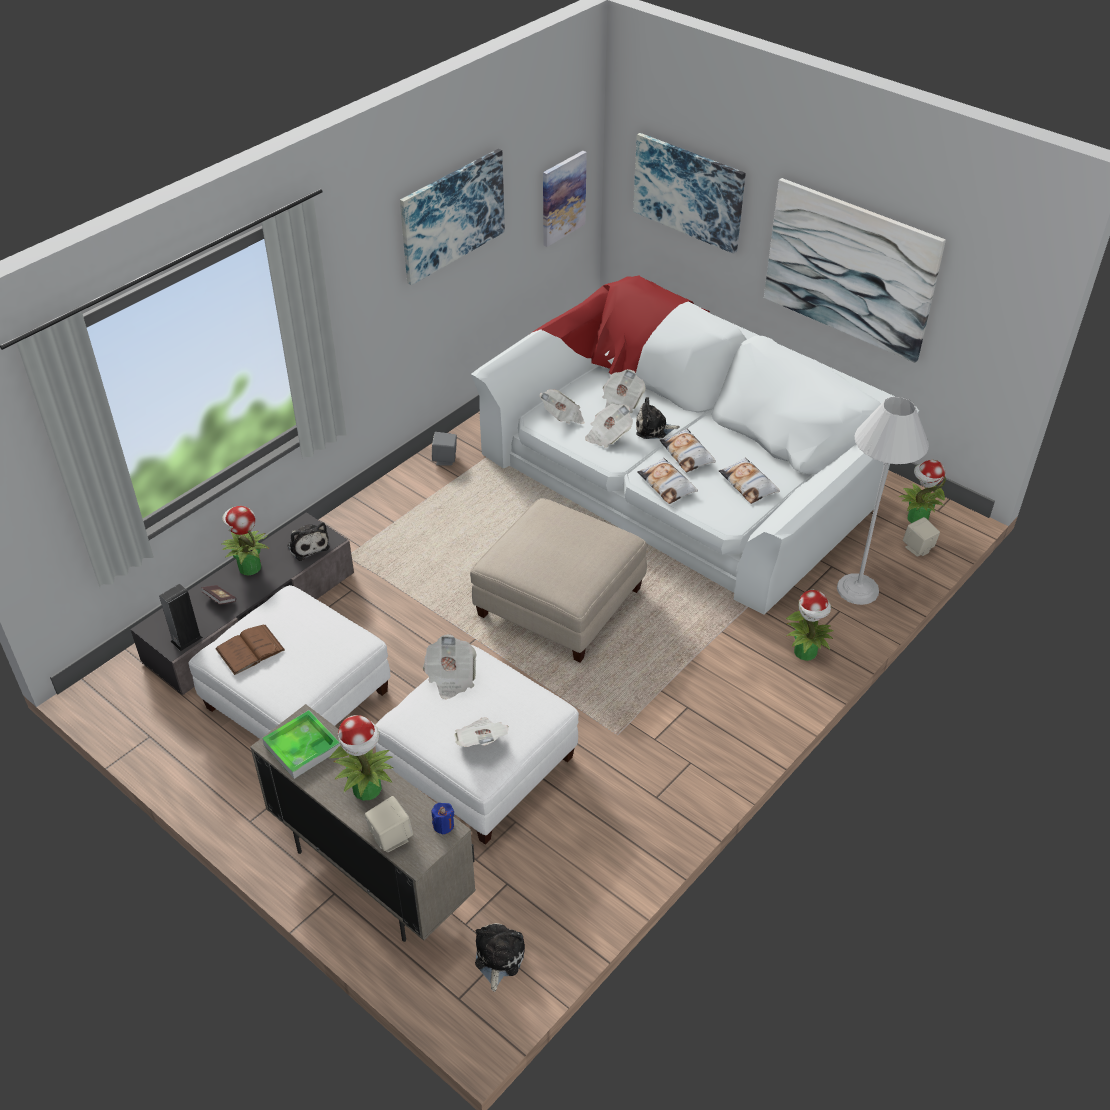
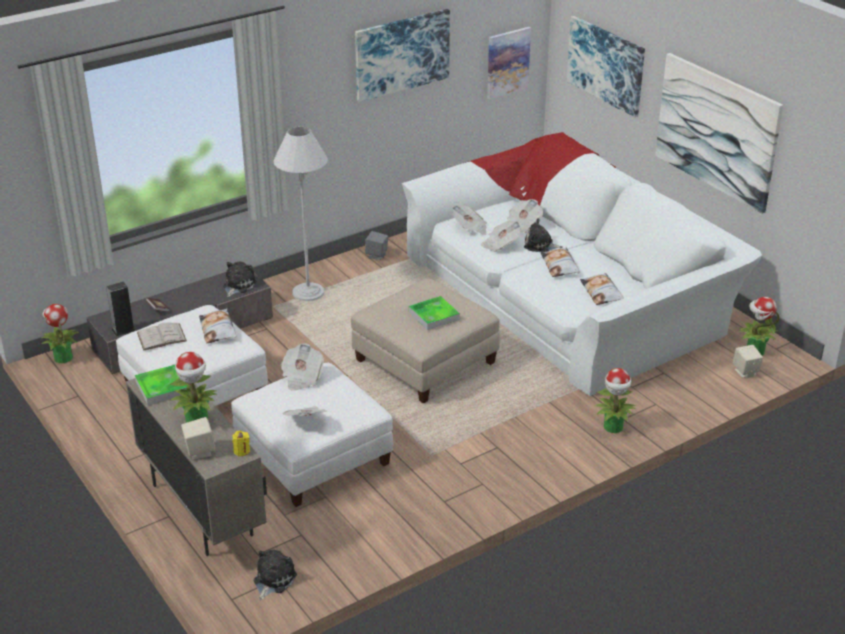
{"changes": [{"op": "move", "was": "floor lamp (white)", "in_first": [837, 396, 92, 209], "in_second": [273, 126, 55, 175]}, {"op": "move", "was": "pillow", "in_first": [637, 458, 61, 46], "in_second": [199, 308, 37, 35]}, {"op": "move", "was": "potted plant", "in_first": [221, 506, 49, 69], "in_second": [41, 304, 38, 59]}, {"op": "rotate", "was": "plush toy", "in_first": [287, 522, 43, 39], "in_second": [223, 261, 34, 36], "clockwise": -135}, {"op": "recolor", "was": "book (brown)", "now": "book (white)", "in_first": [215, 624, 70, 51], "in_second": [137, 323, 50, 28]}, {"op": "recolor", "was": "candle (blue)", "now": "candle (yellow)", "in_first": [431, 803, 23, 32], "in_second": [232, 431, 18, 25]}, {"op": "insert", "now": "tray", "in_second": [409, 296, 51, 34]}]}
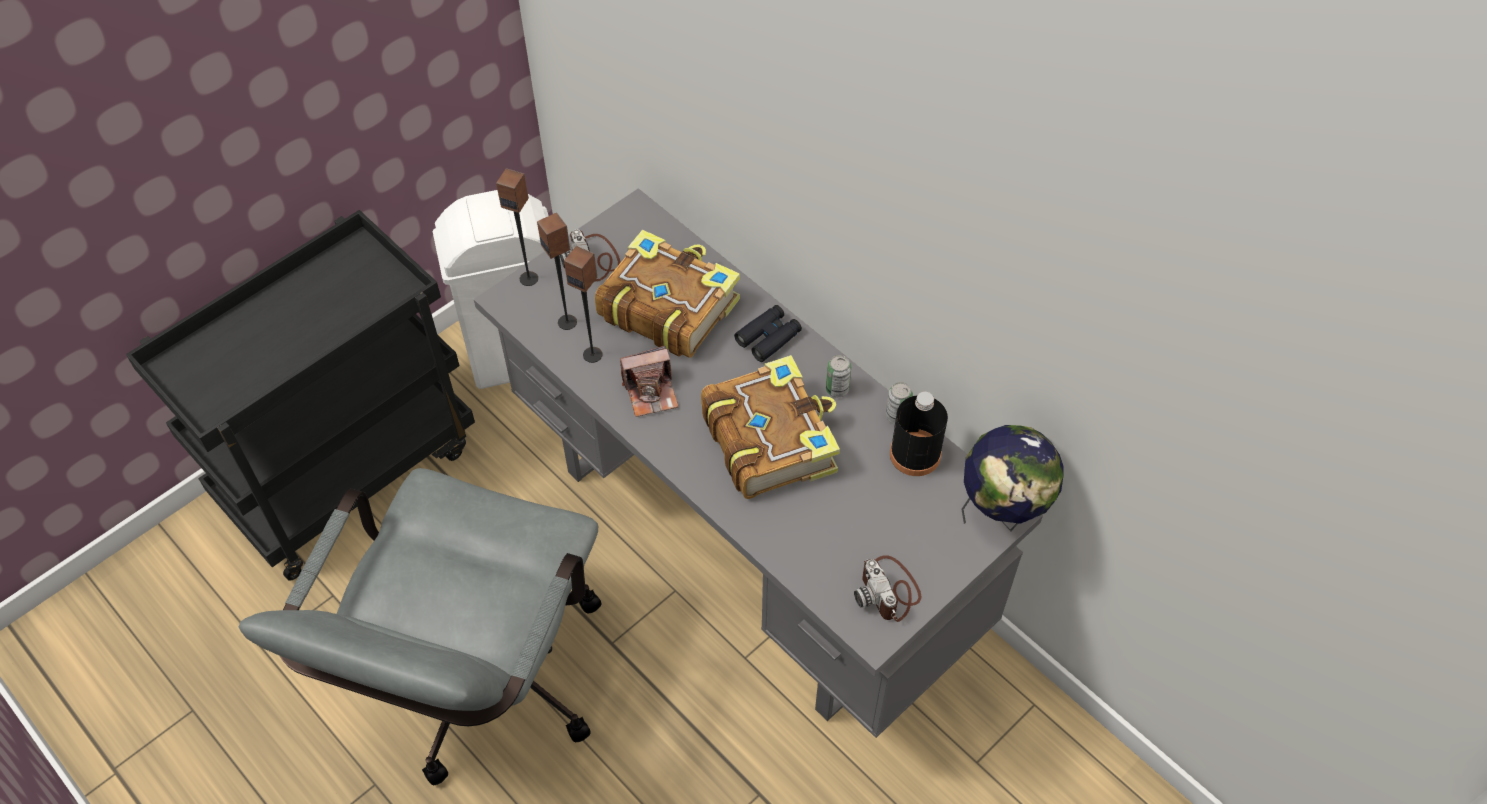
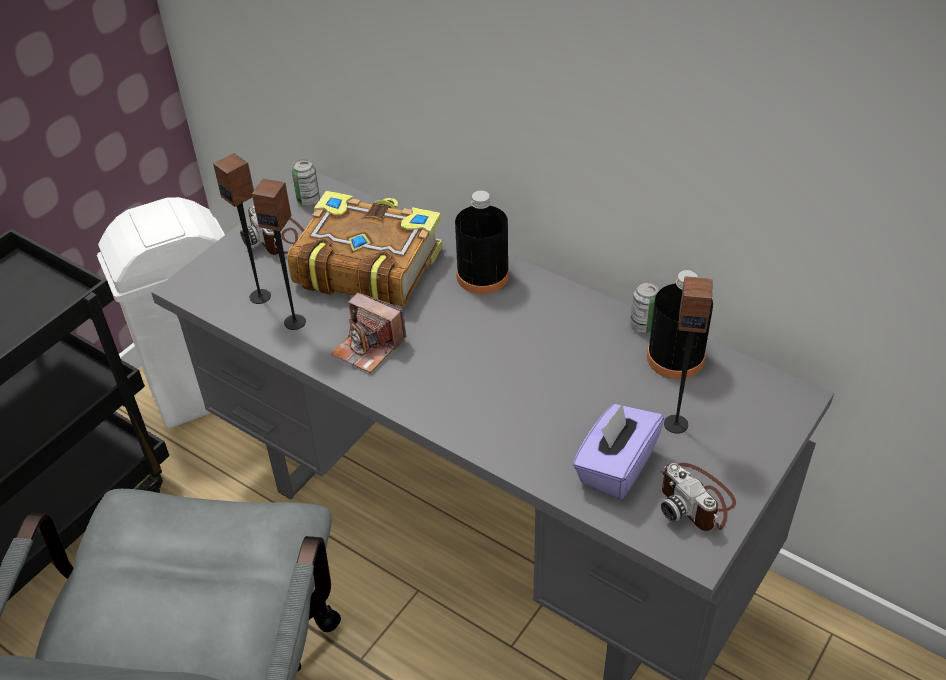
{"changes": [{"op": "move", "was": "speaker", "in_first": [496, 168, 42, 118], "in_second": [664, 276, 49, 158]}, {"op": "replace", "was": "binoculars (black)", "now": "bottle (black)", "in_first": [734, 305, 68, 57], "in_second": [455, 191, 54, 103]}, {"op": "rotate", "was": "photo camera", "in_first": [620, 346, 59, 71], "in_second": [331, 293, 75, 80], "clockwise": 60}, {"op": "delete", "was": "book", "in_first": [701, 355, 139, 144]}, {"op": "move", "was": "can", "in_first": [826, 355, 25, 42], "in_second": [292, 159, 28, 47]}, {"op": "delete", "was": "globe", "in_first": [961, 425, 103, 106]}, {"op": "insert", "now": "tissue box (purple)", "in_second": [573, 404, 91, 96]}]}
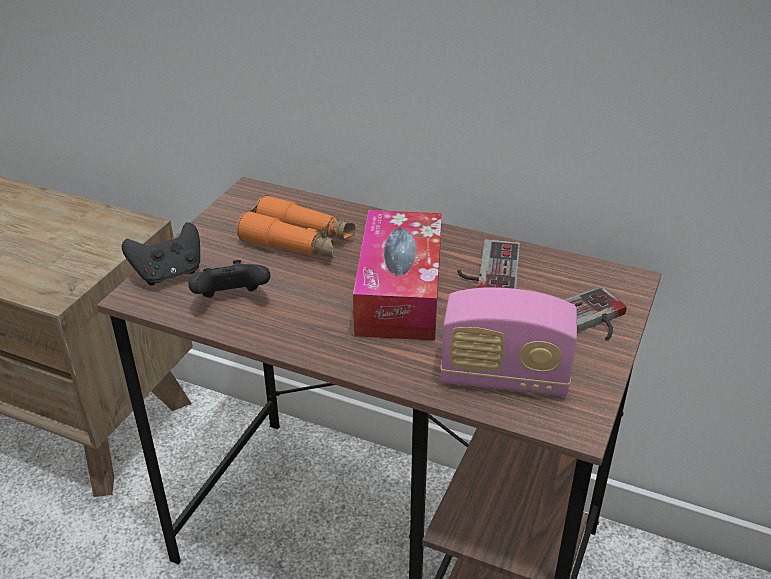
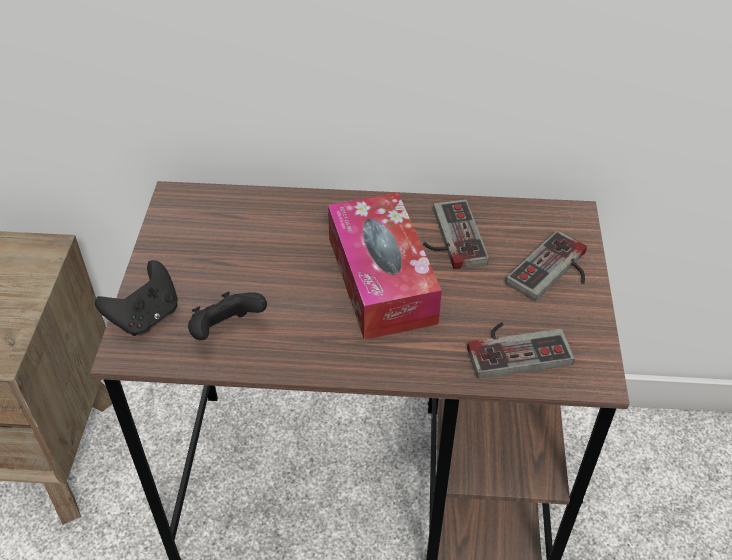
{"changes": [{"op": "delete", "was": "binoculars (orange)", "in_first": [237, 195, 118, 63]}, {"op": "replace", "was": "radio", "now": "game controller", "in_first": [440, 287, 137, 110], "in_second": [467, 322, 107, 57]}]}
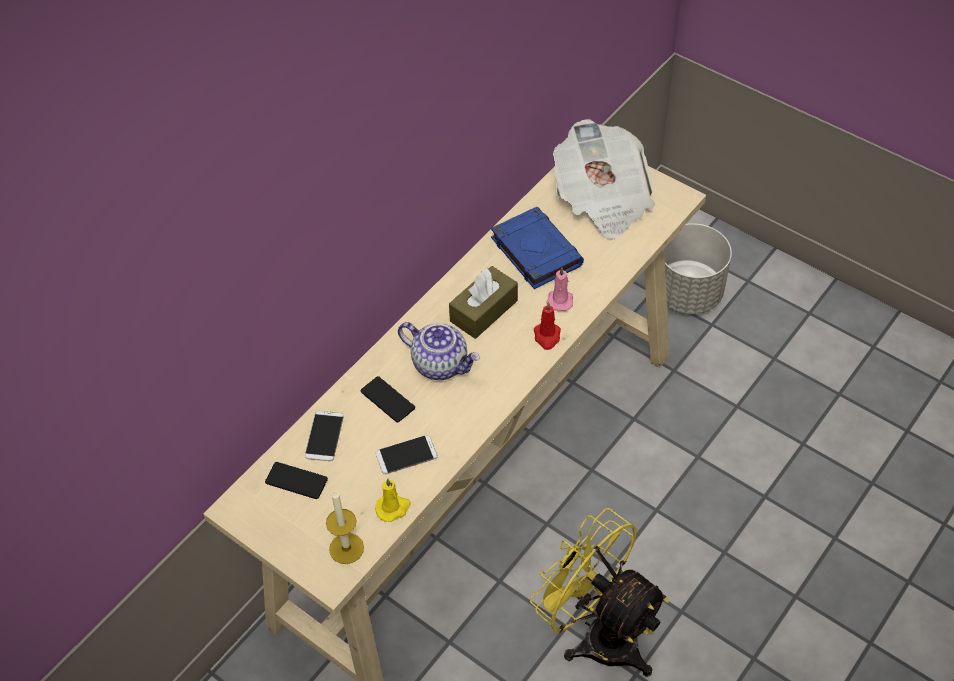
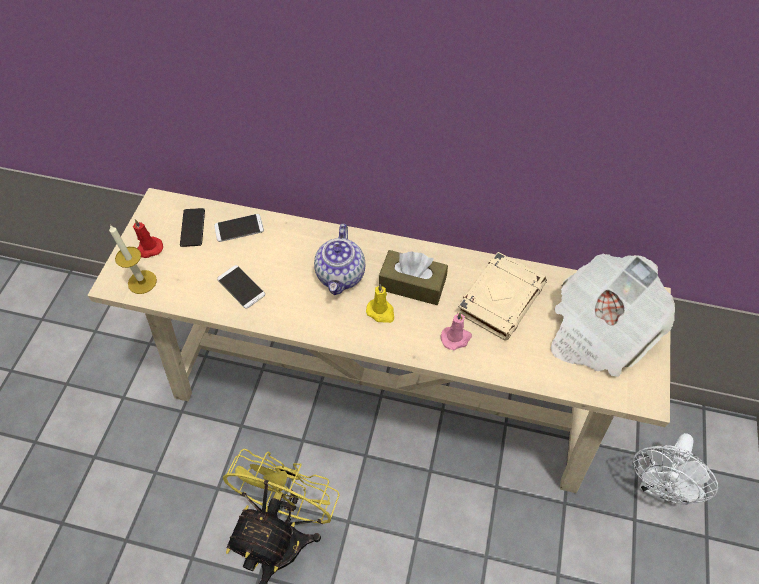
{"changes": [{"op": "recolor", "was": "book (blue)", "now": "book (beige)", "in_first": [491, 207, 93, 82], "in_second": [457, 252, 90, 89]}, {"op": "replace", "was": "planter (grey)", "now": "fan (white)", "in_first": [664, 223, 68, 91], "in_second": [633, 433, 85, 72]}, {"op": "move", "was": "candle (red)", "in_first": [534, 302, 27, 48], "in_second": [133, 219, 30, 39]}, {"op": "delete", "was": "phone", "in_first": [360, 376, 55, 46]}, {"op": "move", "was": "candle (yellow)", "in_first": [375, 478, 36, 44], "in_second": [366, 284, 28, 39]}]}
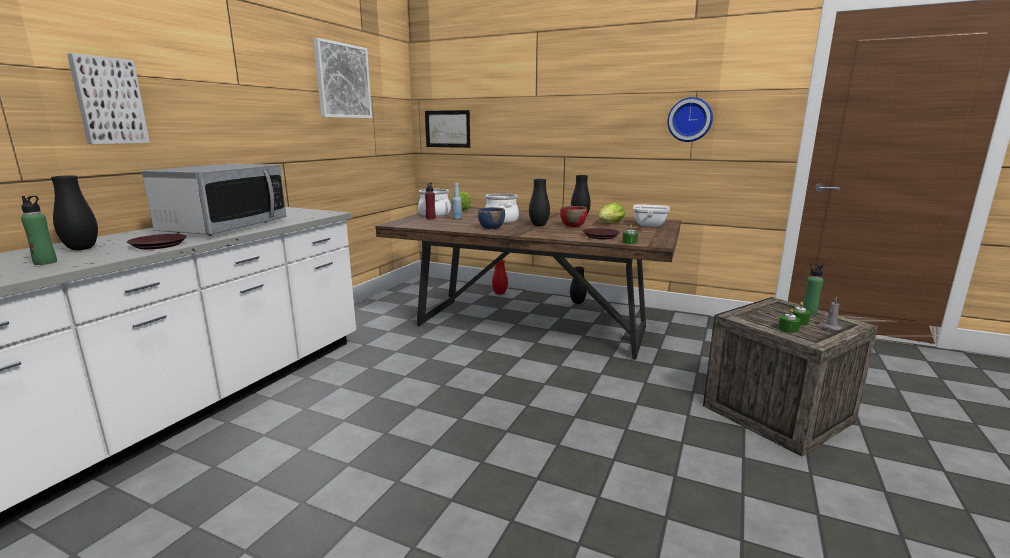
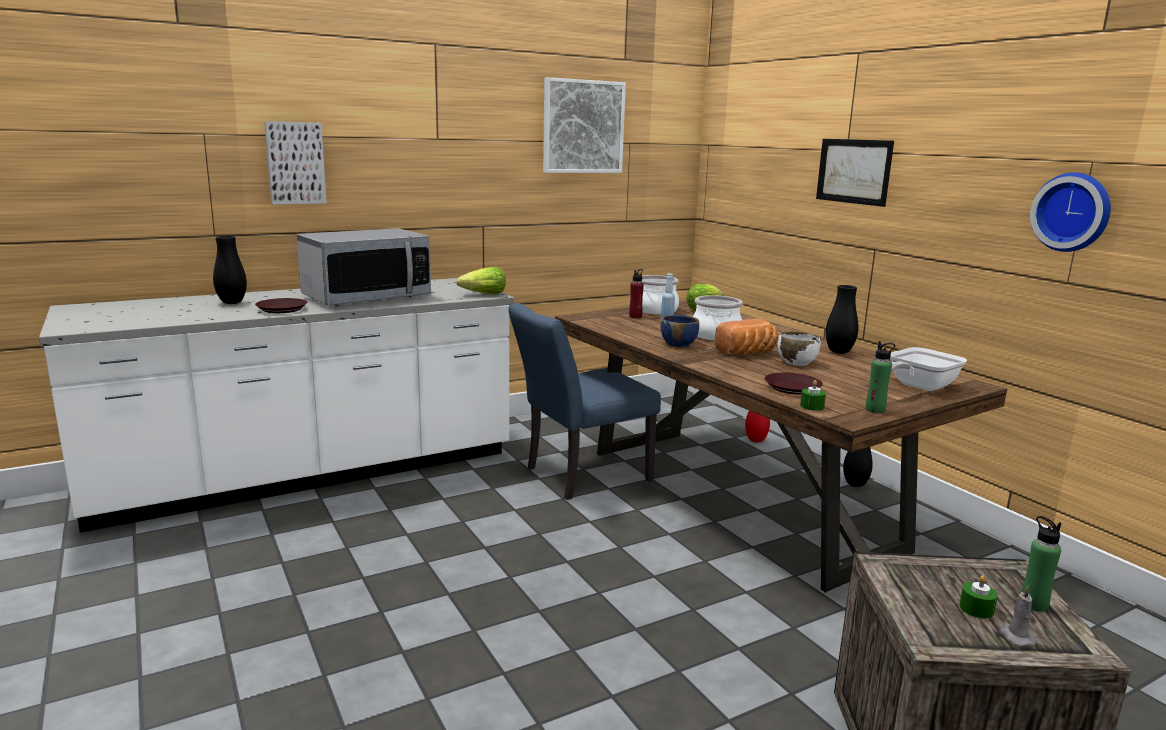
{"changes": [{"op": "move", "was": "picture", "in_first": [425, 110, 45, 38], "in_second": [816, 139, 78, 68]}, {"op": "replace", "was": "vase (black)", "now": "bread", "in_first": [529, 179, 21, 47], "in_second": [715, 319, 62, 36]}, {"op": "move", "was": "bottle (green)", "in_first": [21, 196, 36, 69], "in_second": [865, 341, 30, 72]}, {"op": "move", "was": "lettuce", "in_first": [598, 202, 27, 21], "in_second": [456, 267, 50, 27]}, {"op": "recolor", "was": "bowl (red)", "now": "bowl (white)", "in_first": [560, 206, 27, 21], "in_second": [778, 331, 43, 35]}, {"op": "delete", "was": "candle (green)", "in_first": [778, 309, 23, 24]}, {"op": "insert", "now": "chair (blue)", "in_second": [508, 303, 153, 197]}]}
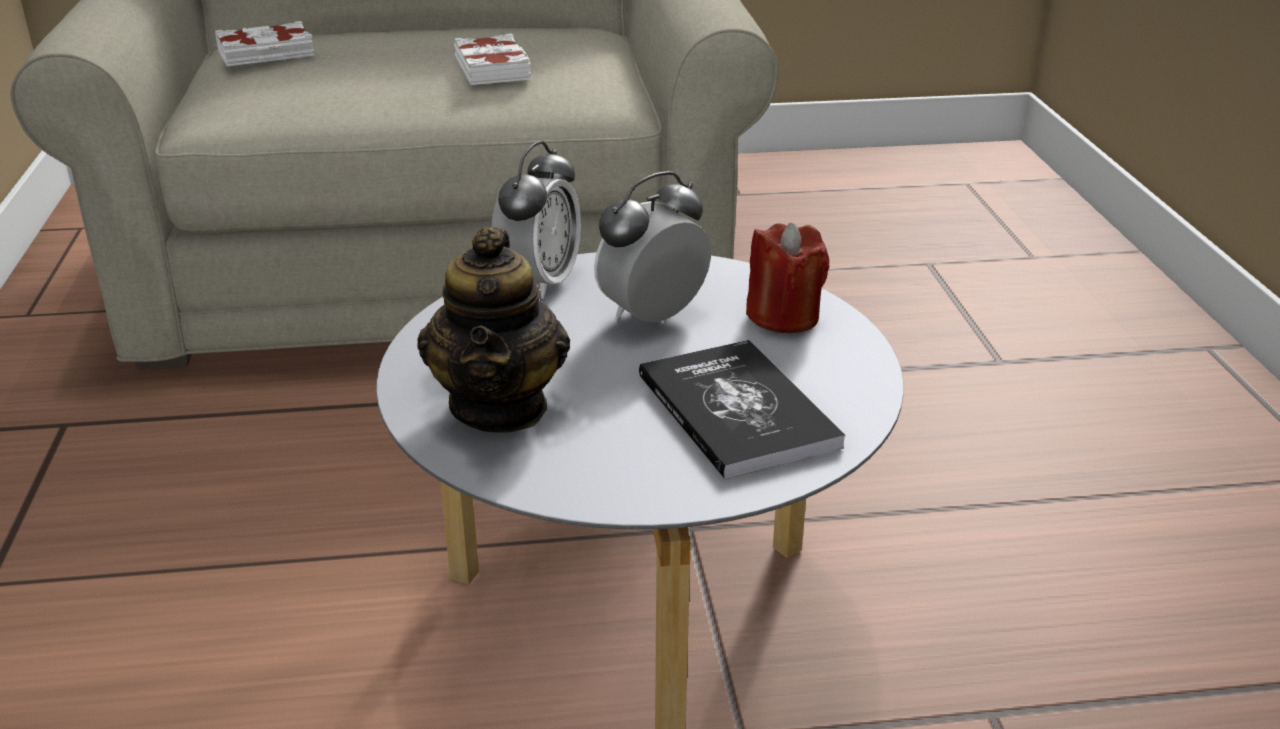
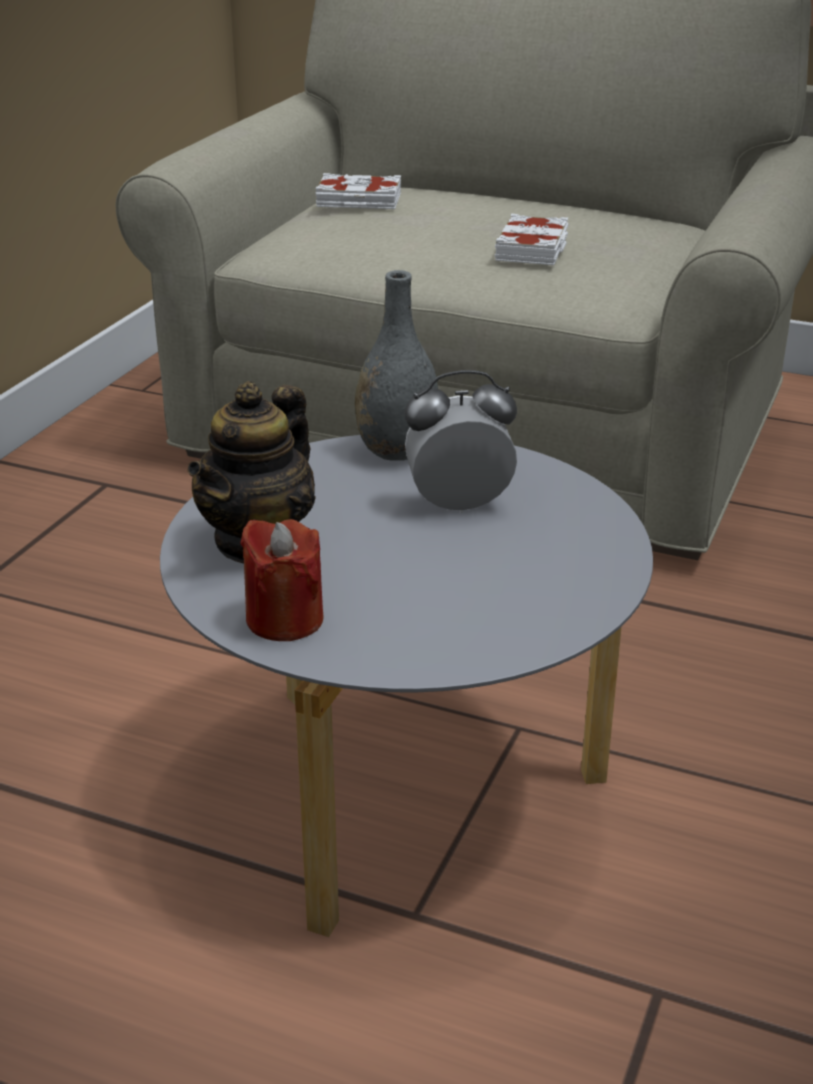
{"changes": [{"op": "replace", "was": "alarm clock", "now": "vase (grey)", "in_first": [491, 141, 90, 158], "in_second": [355, 270, 83, 191]}, {"op": "move", "was": "candle (red)", "in_first": [746, 223, 83, 110], "in_second": [240, 519, 84, 122]}, {"op": "delete", "was": "book", "in_first": [639, 340, 206, 139]}]}
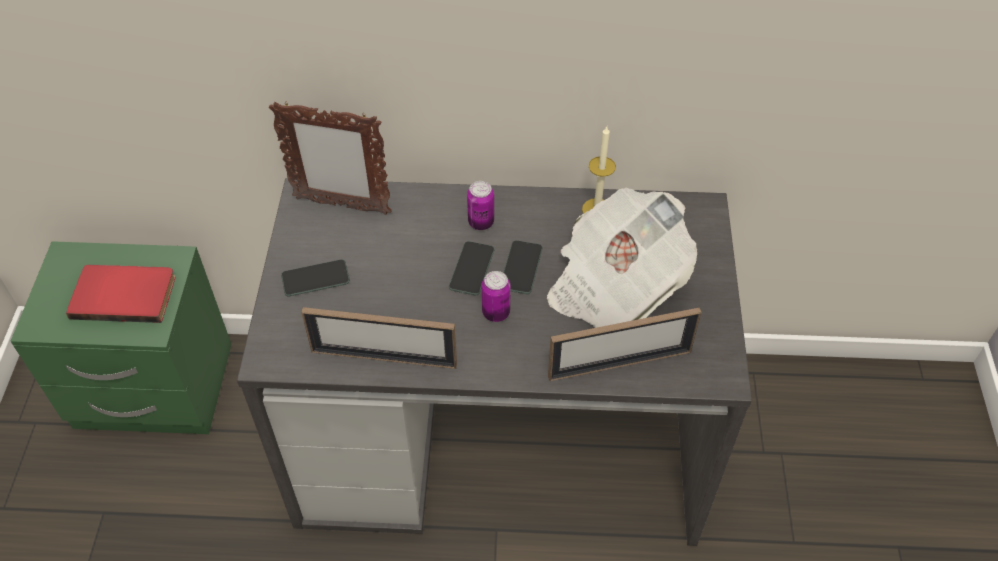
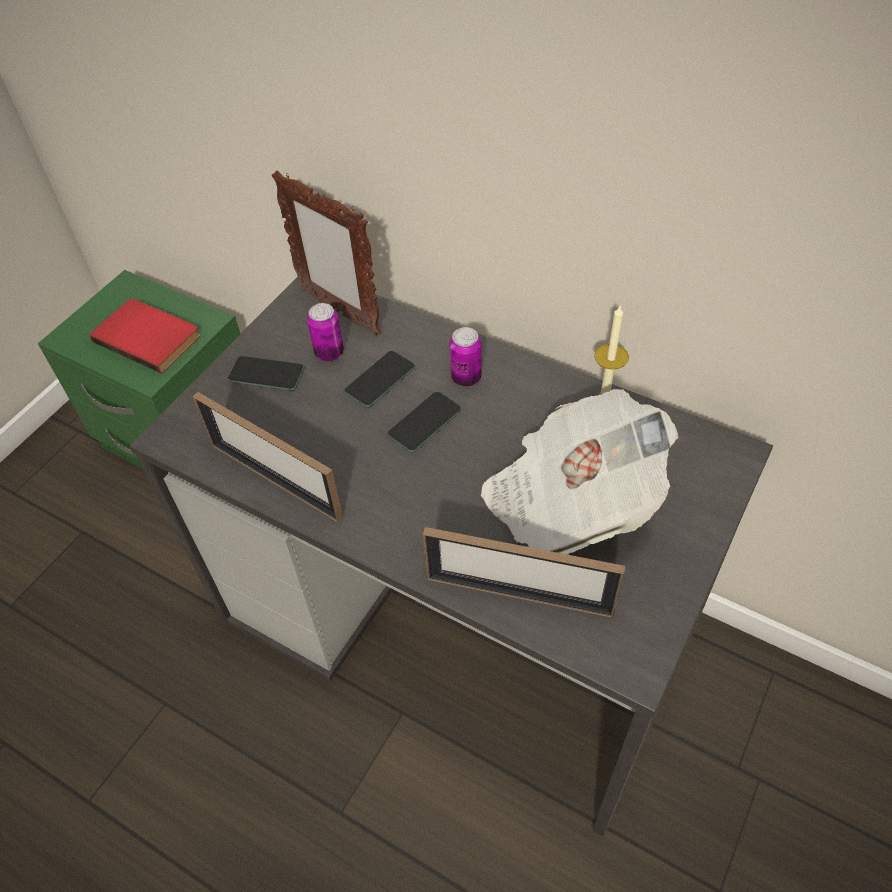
{"changes": [{"op": "move", "was": "phone", "in_first": [504, 240, 38, 54], "in_second": [344, 351, 71, 57]}, {"op": "move", "was": "can", "in_first": [482, 271, 29, 51], "in_second": [307, 303, 37, 58]}]}
